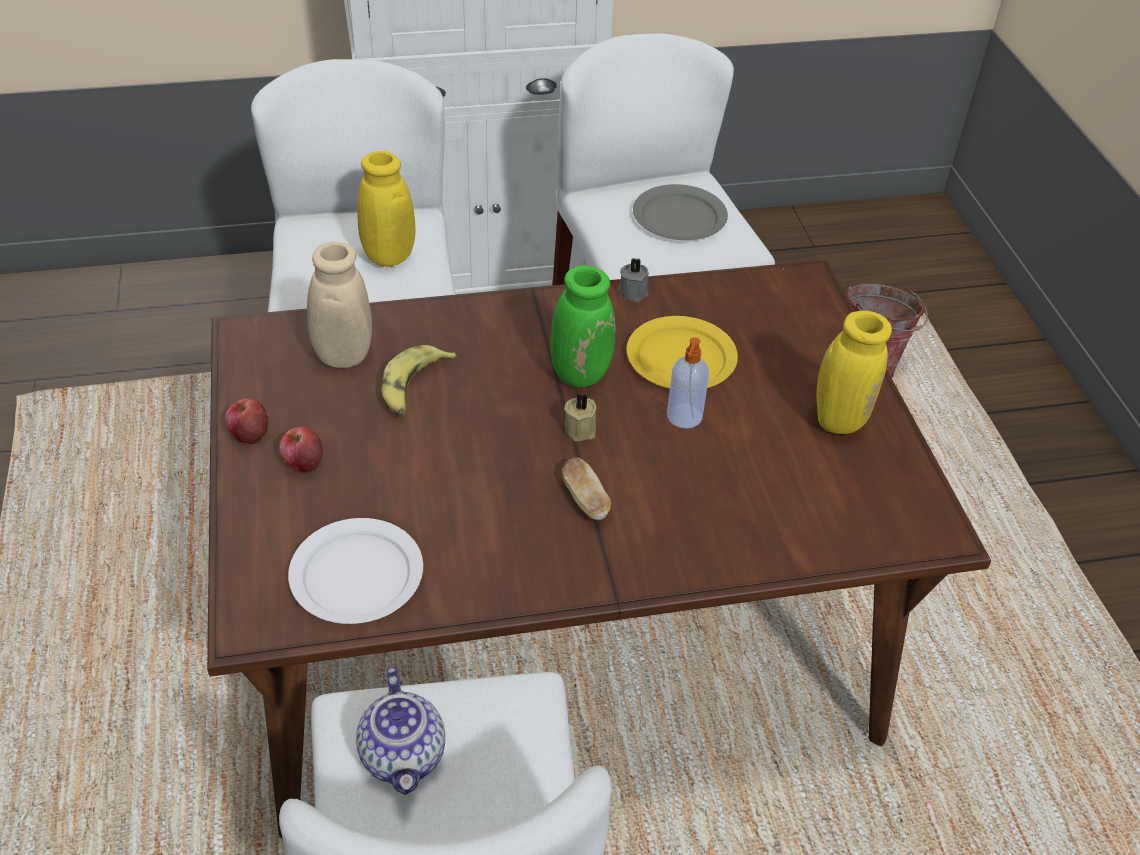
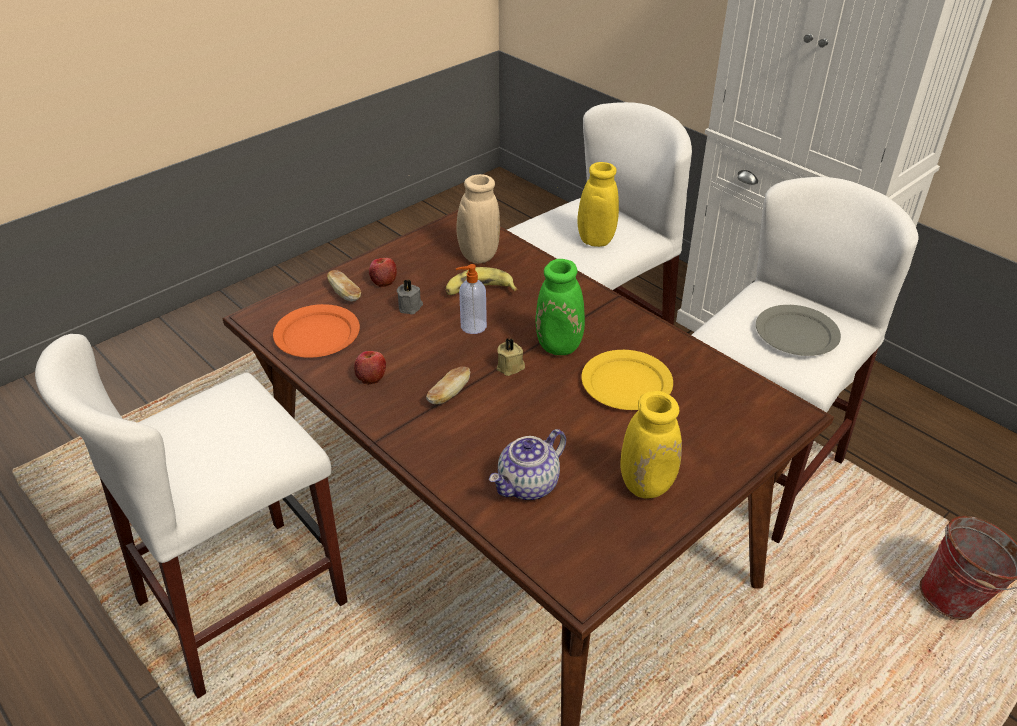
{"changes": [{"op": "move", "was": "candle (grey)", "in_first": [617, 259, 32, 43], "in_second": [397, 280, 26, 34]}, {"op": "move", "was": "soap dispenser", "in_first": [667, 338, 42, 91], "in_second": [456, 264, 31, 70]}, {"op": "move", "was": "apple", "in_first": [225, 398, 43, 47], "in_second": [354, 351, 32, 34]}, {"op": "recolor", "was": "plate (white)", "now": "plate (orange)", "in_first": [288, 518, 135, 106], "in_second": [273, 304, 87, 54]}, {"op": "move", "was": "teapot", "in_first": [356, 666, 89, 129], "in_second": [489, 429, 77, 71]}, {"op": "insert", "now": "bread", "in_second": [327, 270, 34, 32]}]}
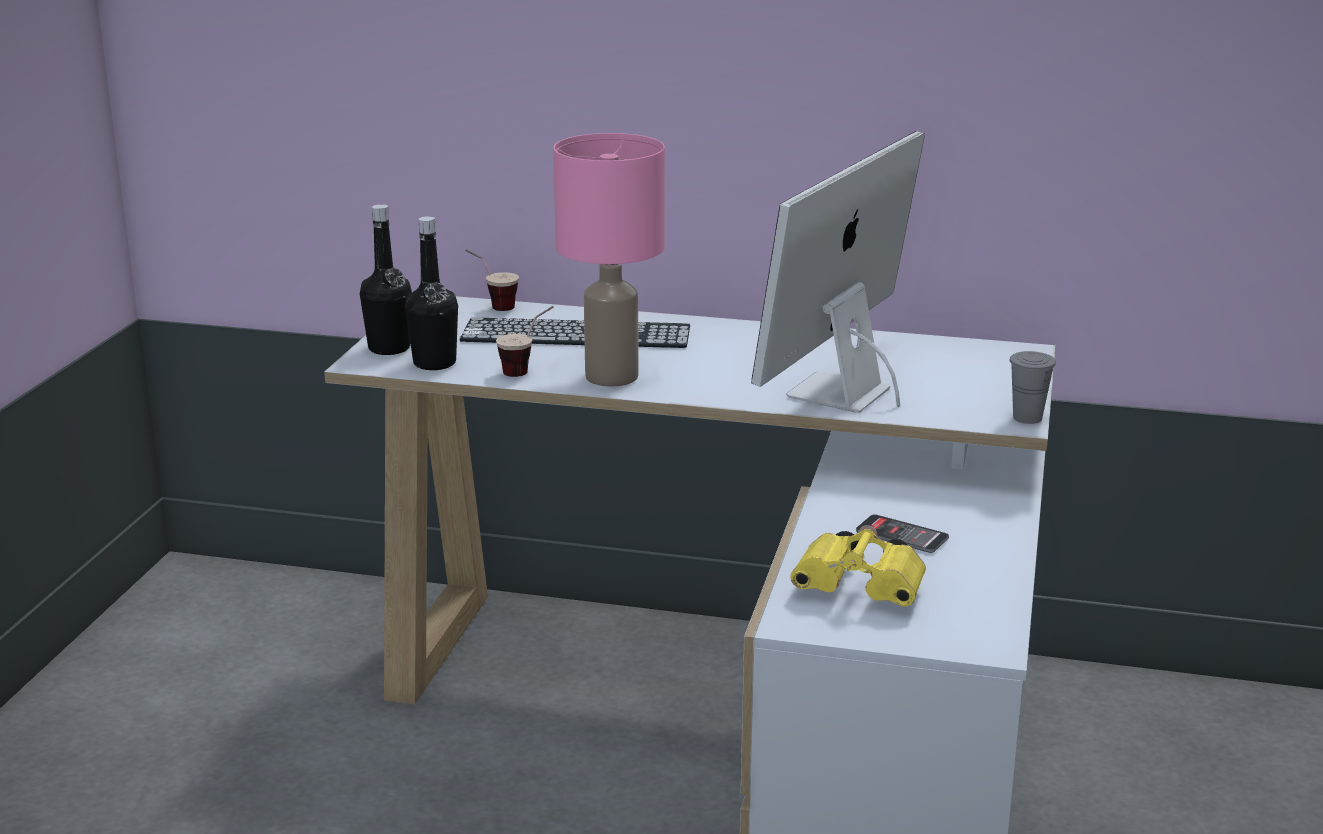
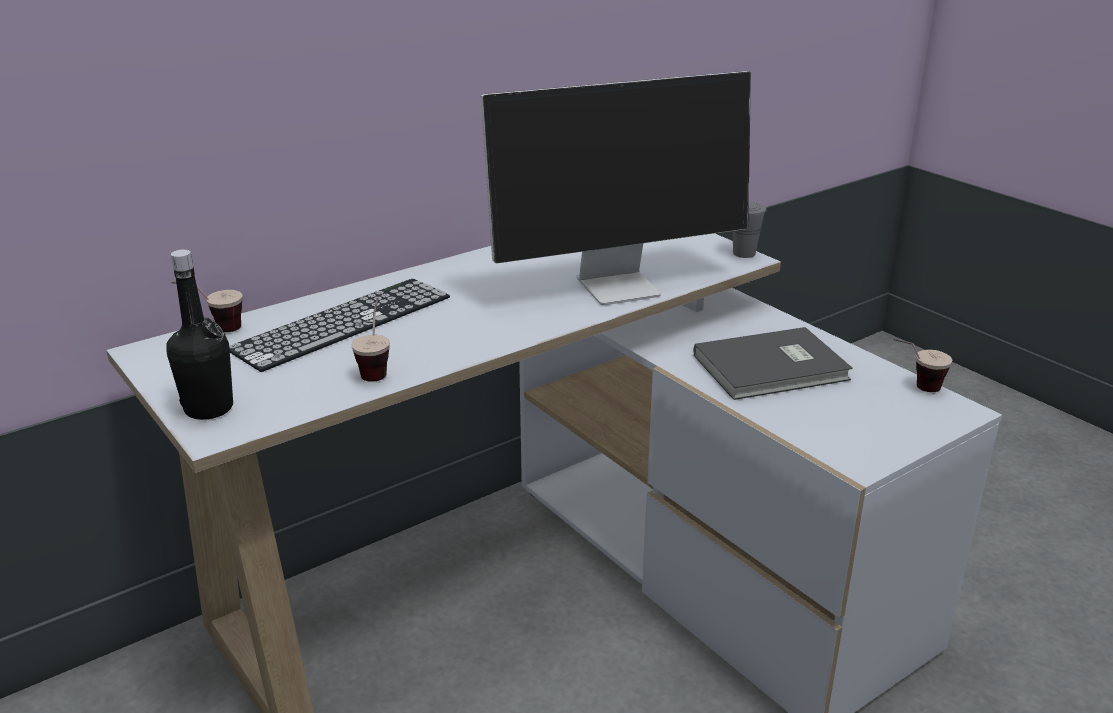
{"changes": [{"op": "rotate", "was": "monitor", "in_first": [751, 131, 174, 282], "in_second": [481, 71, 270, 234], "clockwise": -90}, {"op": "delete", "was": "table lamp (pink)", "in_first": [553, 133, 112, 254]}, {"op": "delete", "was": "bottle (black)", "in_first": [405, 216, 53, 154]}, {"op": "replace", "was": "phone", "now": "book (grey)", "in_first": [856, 514, 93, 39], "in_second": [694, 327, 159, 73]}, {"op": "delete", "was": "binoculars (yellow)", "in_first": [790, 525, 136, 81]}, {"op": "insert", "now": "cup", "in_second": [893, 338, 59, 54]}]}
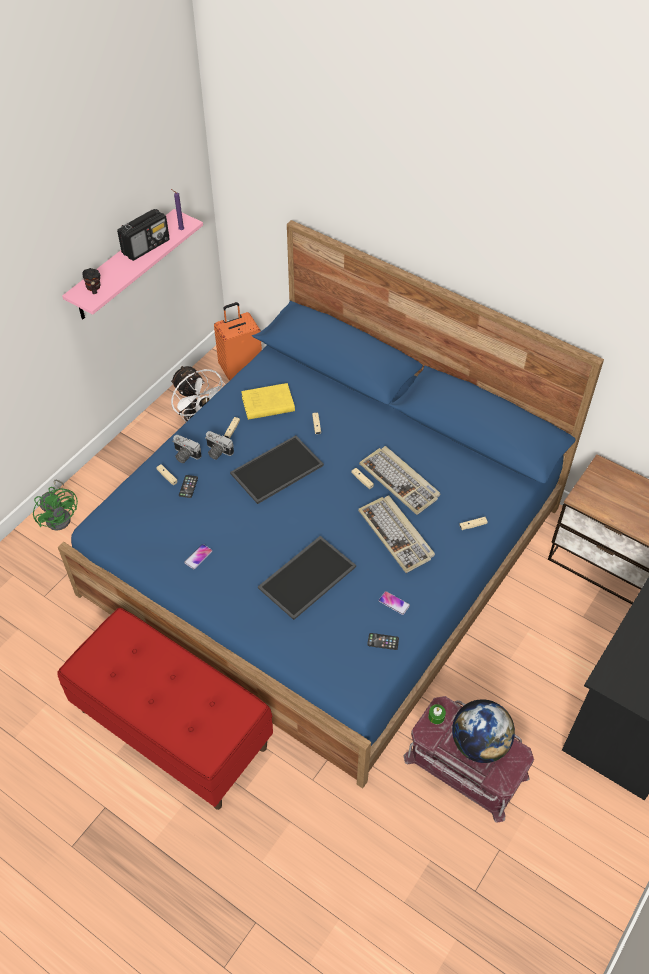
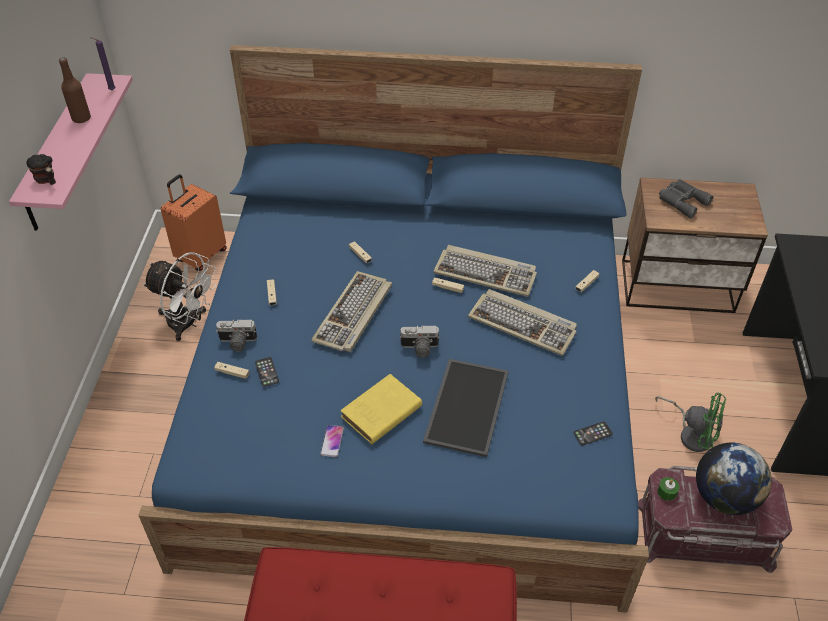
{"changes": [{"op": "replace", "was": "radio", "now": "bottle (brown)", "in_first": [117, 209, 52, 52], "in_second": [59, 57, 32, 66]}, {"op": "move", "was": "book (yellow)", "in_first": [241, 383, 54, 37], "in_second": [340, 374, 82, 70]}, {"op": "move", "was": "photo camera", "in_first": [205, 431, 29, 29], "in_second": [399, 326, 41, 32]}, {"op": "replace", "was": "tray", "now": "keyboard", "in_first": [230, 435, 94, 69], "in_second": [311, 271, 81, 81]}, {"op": "move", "was": "fan (green)", "in_first": [33, 480, 45, 51], "in_second": [655, 393, 71, 59]}, {"op": "delete", "was": "phone", "in_first": [379, 591, 31, 24]}, {"op": "insert", "now": "binoculars (grey)", "in_second": [659, 179, 54, 39]}]}
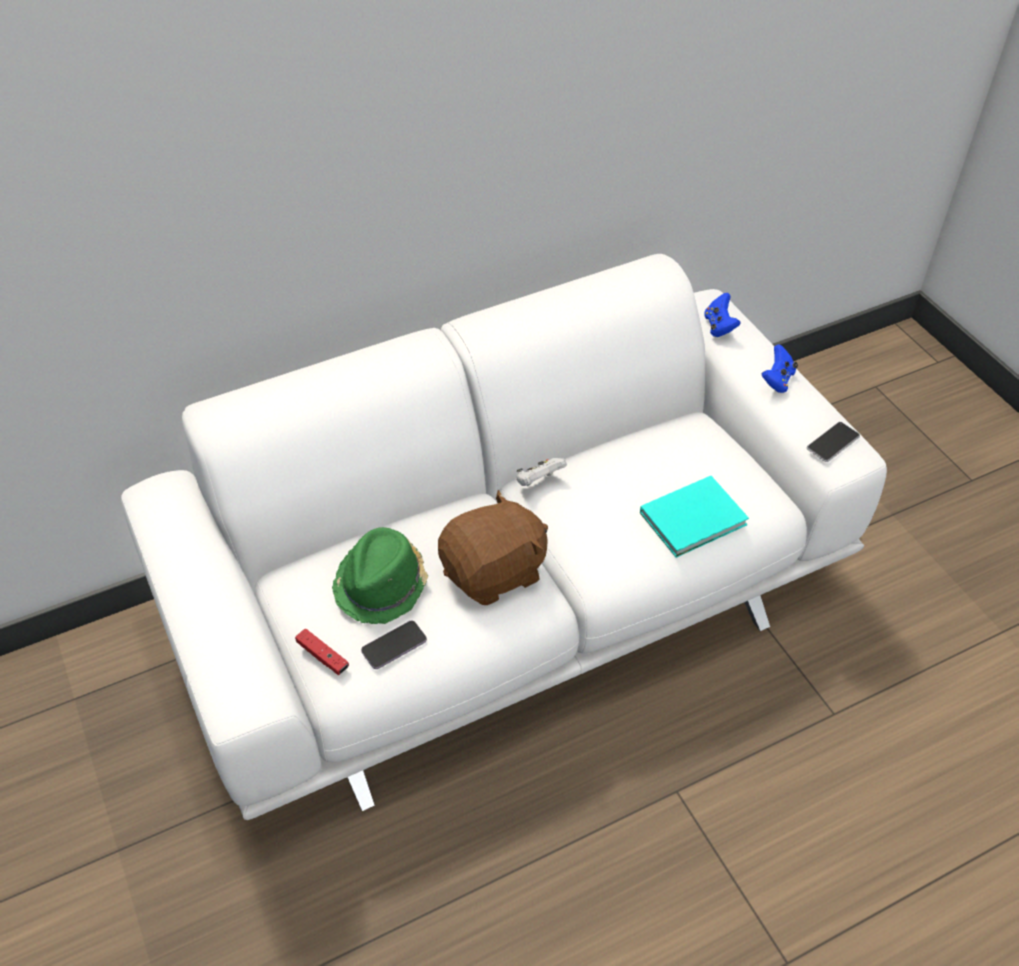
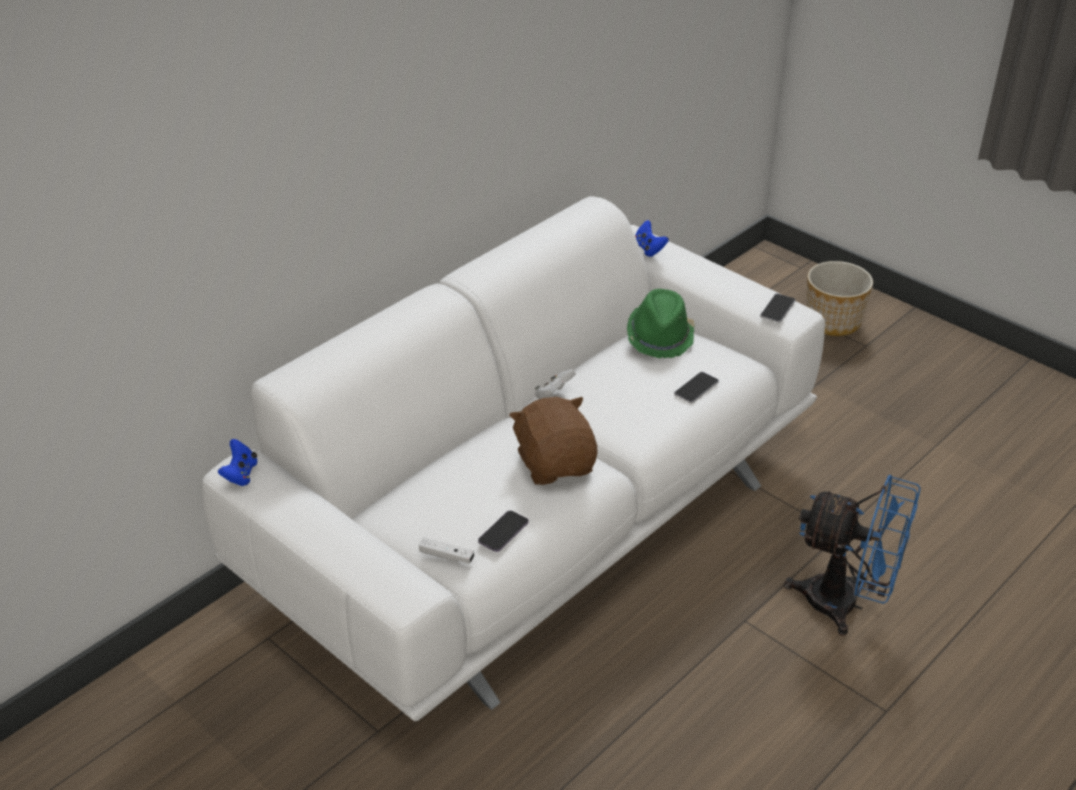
{"changes": [{"op": "move", "was": "game controller (blue)", "in_first": [762, 344, 36, 49], "in_second": [218, 439, 39, 47]}, {"op": "replace", "was": "book (turquoise)", "now": "phone", "in_first": [640, 476, 109, 82], "in_second": [674, 372, 45, 31]}, {"op": "rotate", "was": "plush toy (brown)", "in_first": [438, 490, 110, 115], "in_second": [509, 397, 88, 88], "clockwise": -60}, {"op": "move", "was": "hat (green)", "in_first": [332, 527, 96, 97], "in_second": [627, 289, 68, 69]}, {"op": "recolor", "was": "game controller (red)", "now": "game controller (white)", "in_first": [295, 629, 54, 46], "in_second": [419, 537, 55, 27]}, {"op": "insert", "now": "planter", "in_second": [806, 261, 67, 75]}, {"op": "insert", "now": "fan (blue)", "in_second": [784, 475, 137, 161]}]}
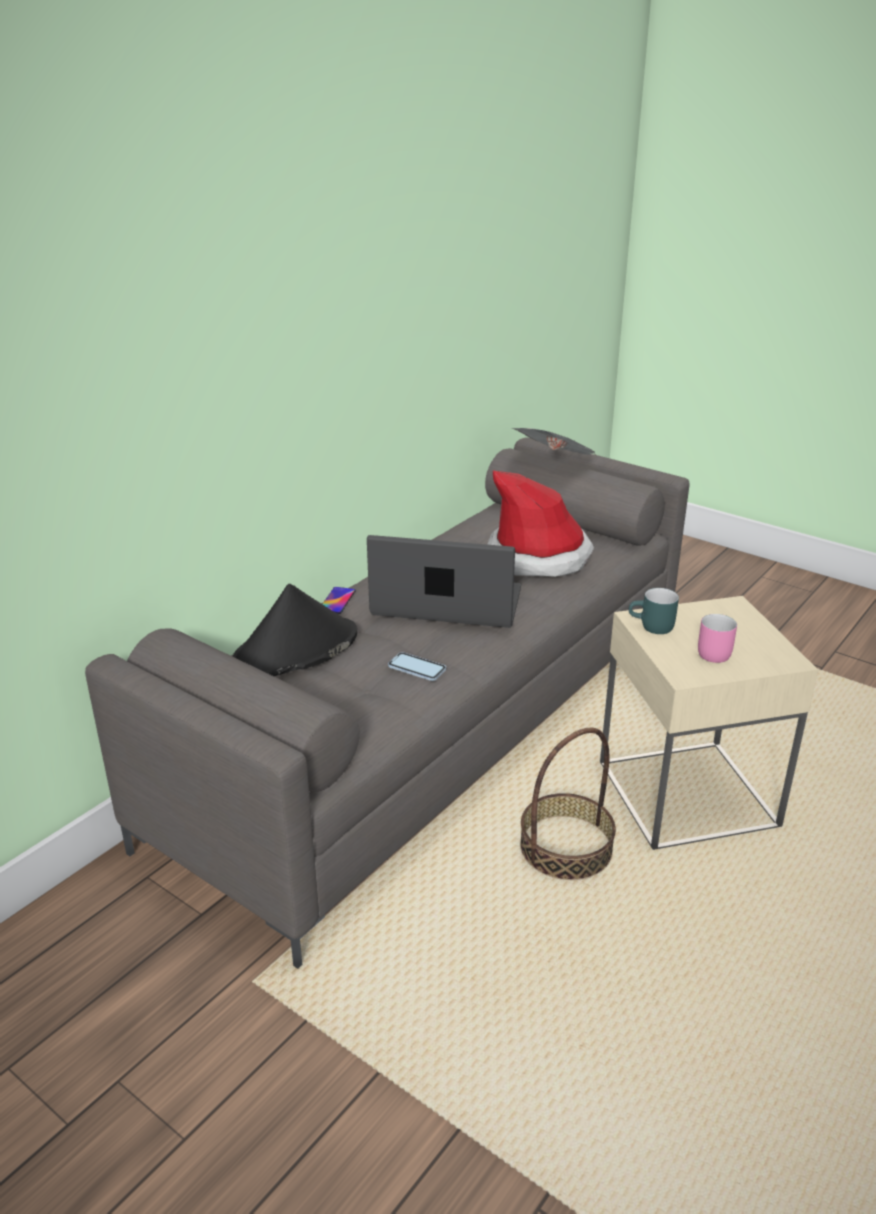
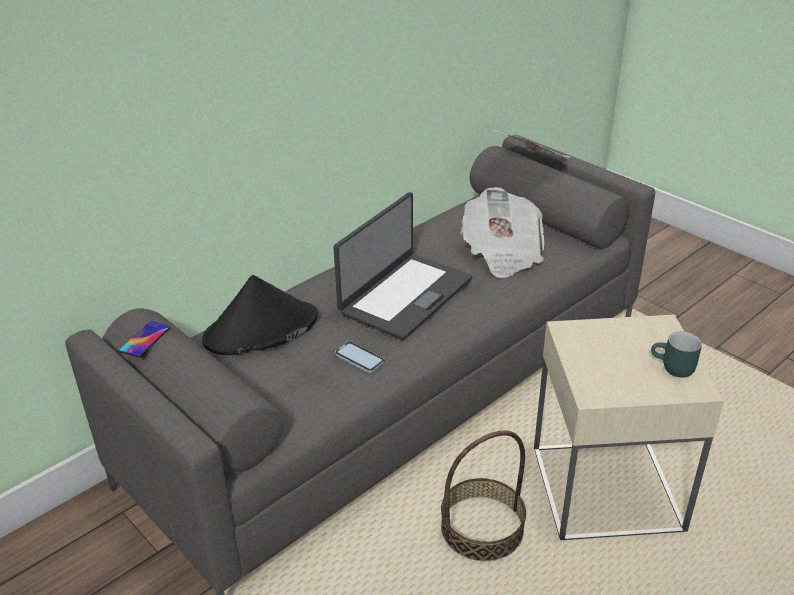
{"changes": [{"op": "replace", "was": "hat", "now": "newspaper", "in_first": [487, 471, 107, 106], "in_second": [461, 187, 83, 91]}, {"op": "rotate", "was": "laptop", "in_first": [367, 535, 154, 93], "in_second": [333, 192, 139, 148], "clockwise": 105}, {"op": "move", "was": "phone", "in_first": [323, 587, 33, 27], "in_second": [119, 321, 52, 36]}, {"op": "move", "was": "mug (turquoise)", "in_first": [629, 588, 50, 46], "in_second": [651, 332, 51, 46]}, {"op": "delete", "was": "mug (pink)", "in_first": [698, 614, 39, 49]}]}
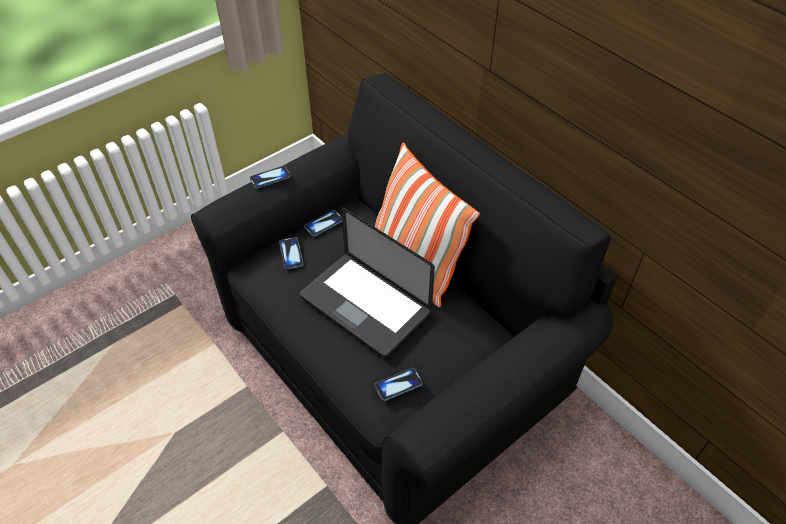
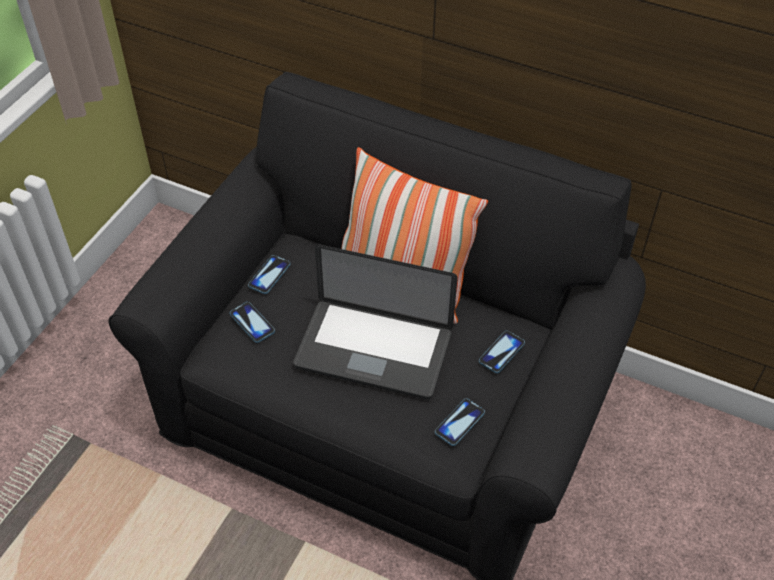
{"changes": [{"op": "move", "was": "phone", "in_first": [250, 166, 41, 23], "in_second": [479, 331, 46, 42]}]}
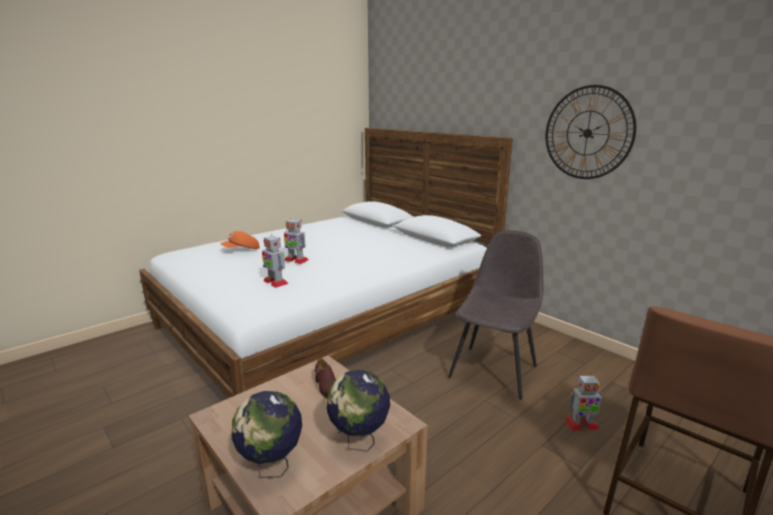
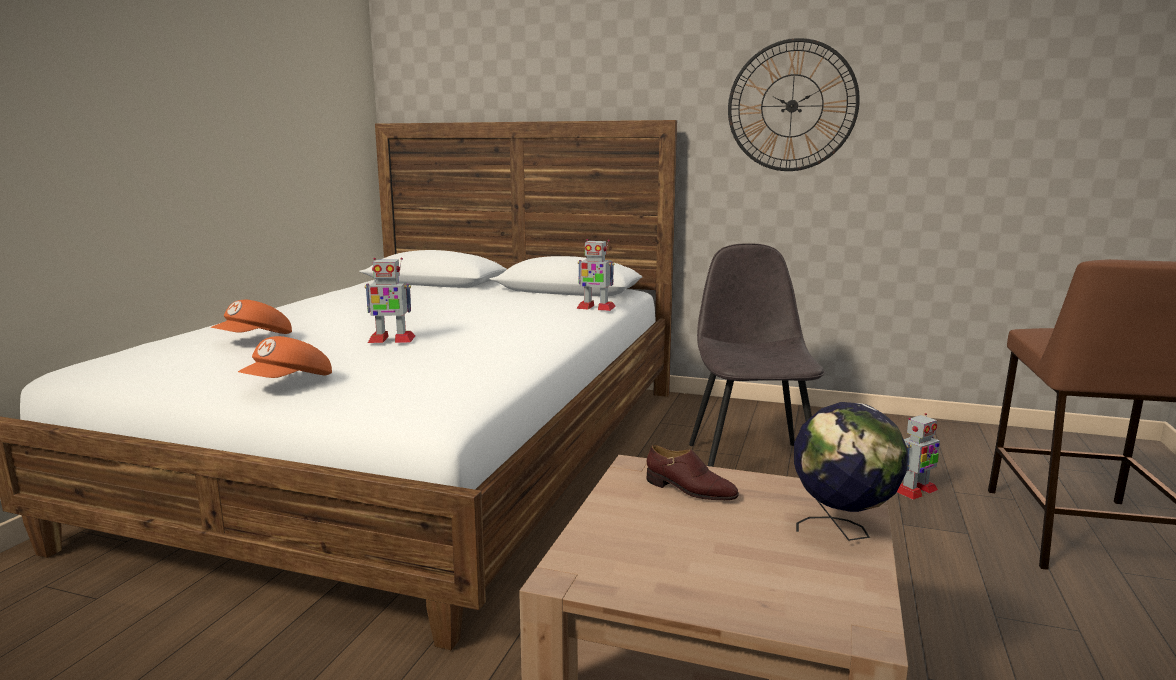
{"changes": [{"op": "move", "was": "toy robot", "in_first": [262, 234, 27, 54], "in_second": [576, 239, 40, 72]}, {"op": "delete", "was": "globe", "in_first": [232, 391, 70, 87]}, {"op": "insert", "now": "cap (orange)", "in_second": [238, 336, 94, 42]}]}
